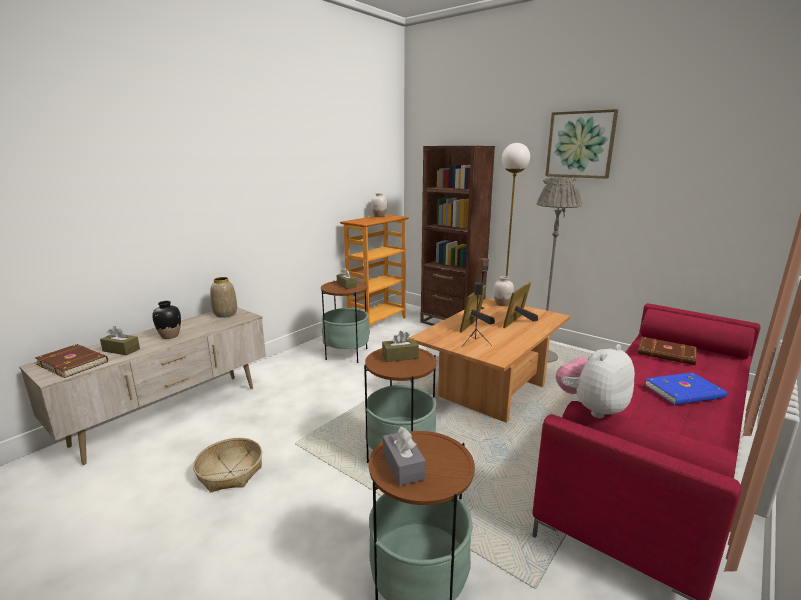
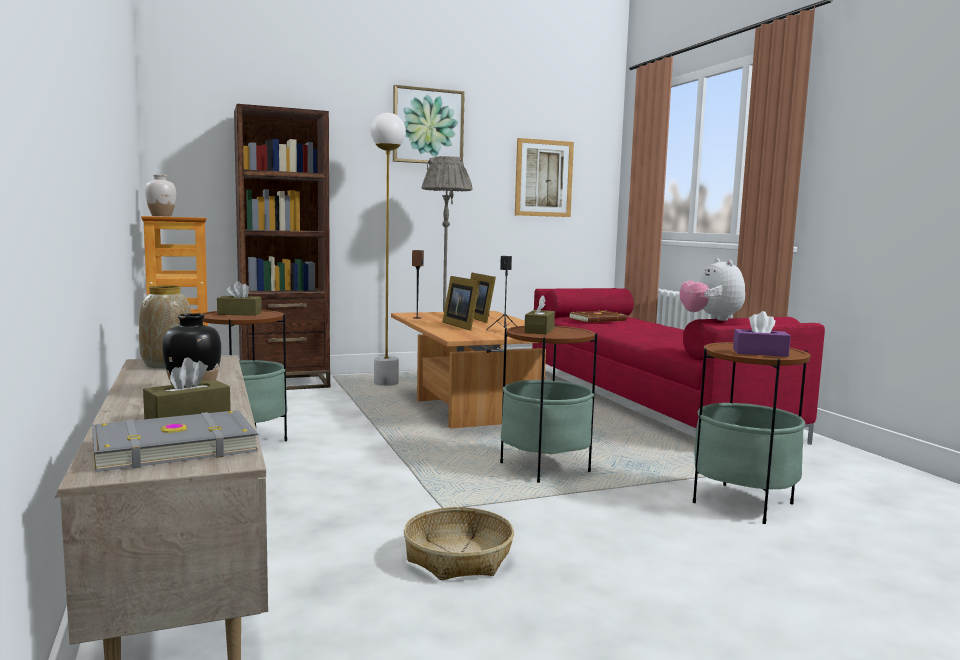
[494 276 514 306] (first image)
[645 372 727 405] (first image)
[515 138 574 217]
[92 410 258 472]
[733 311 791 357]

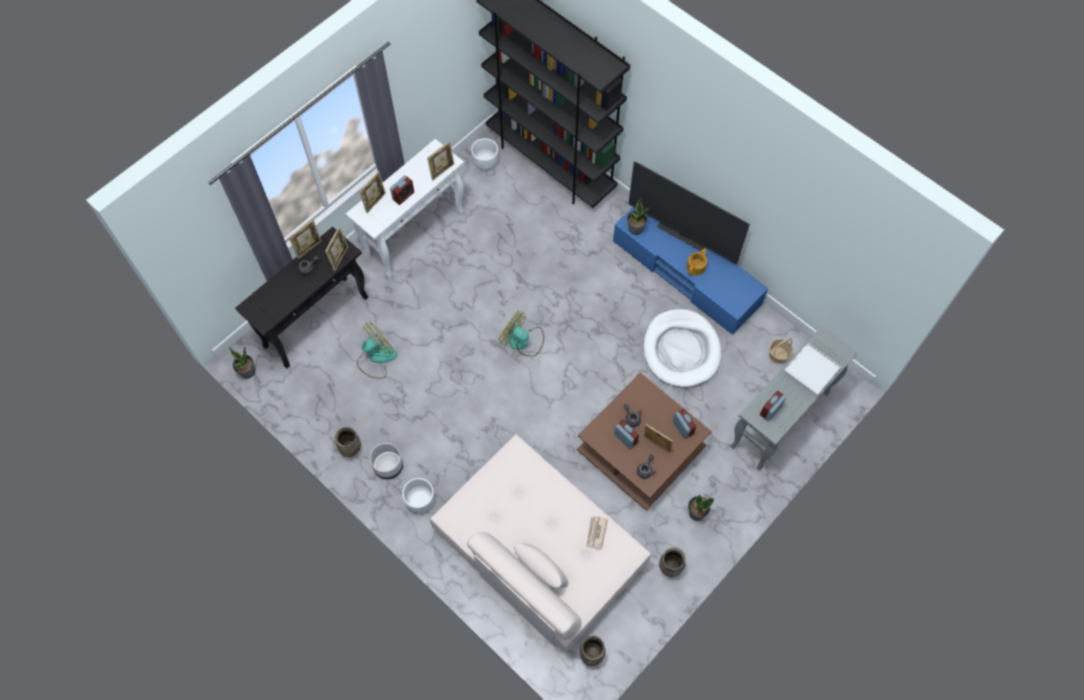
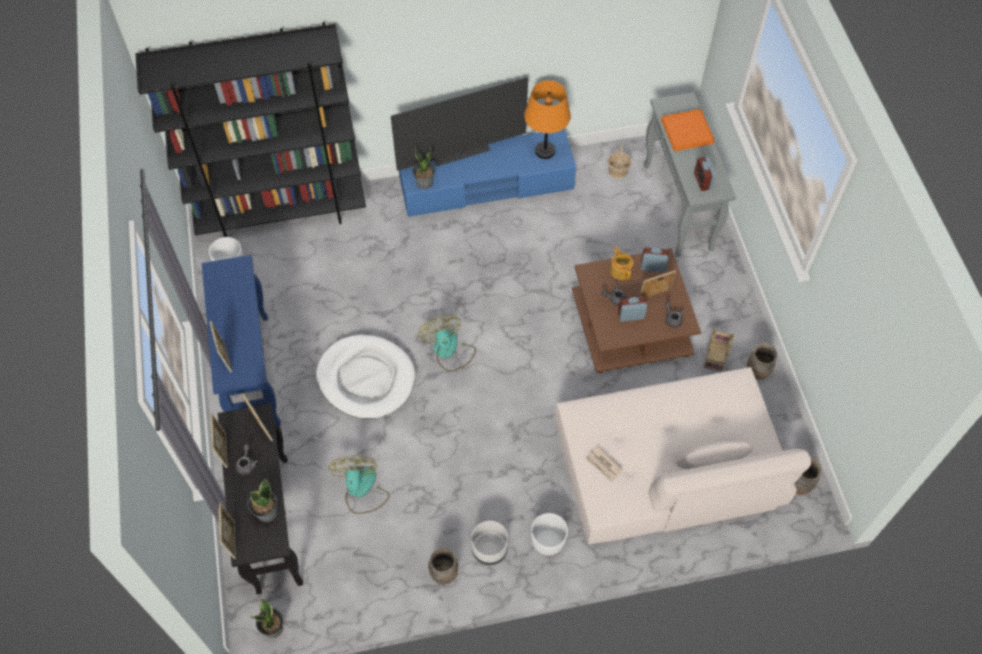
[390 175 414 205] (first image)
[524 80 571 159]
[704 329 734 372]
[219 503 236 559]
[586 445 623 482]
[316 335 415 419]
[610 247 633 280]
[248 478 278 522]
[202 255 281 426]
[661 109 715 151]
[418 315 476 372]

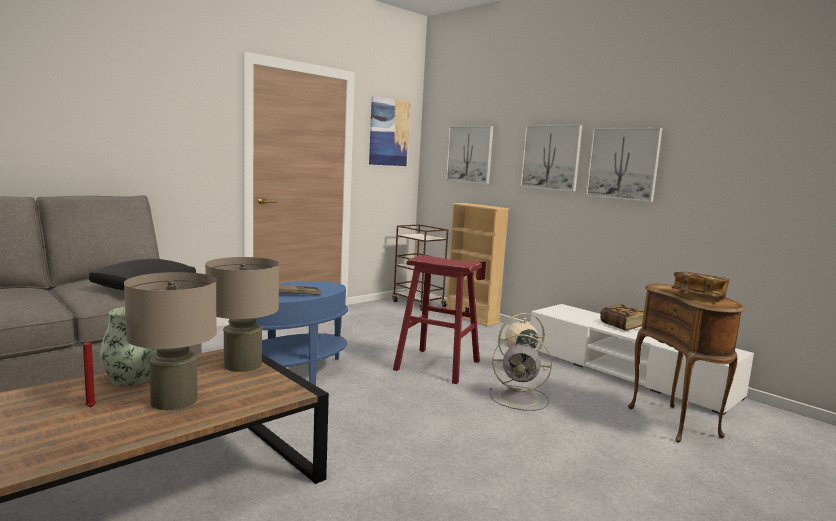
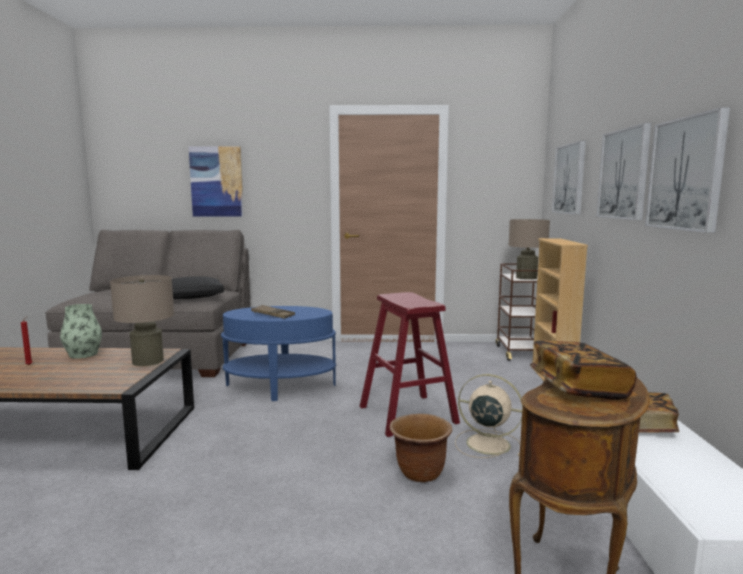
[508 219 550 280]
[189 146 244 217]
[389 414 452 482]

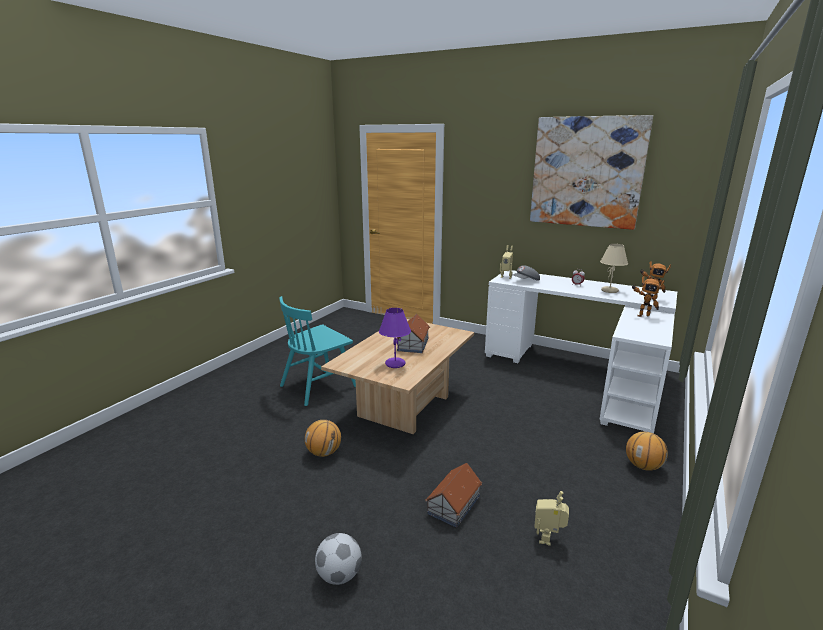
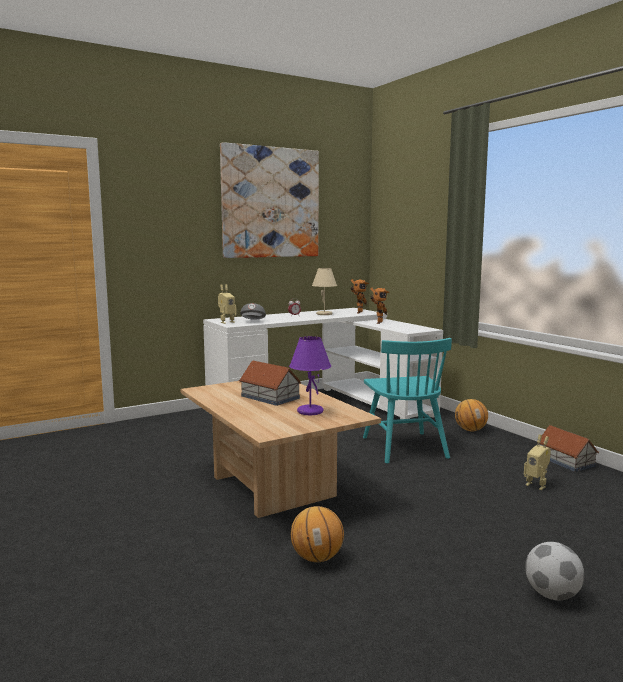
[363 338 452 464]
[537 425 599 472]

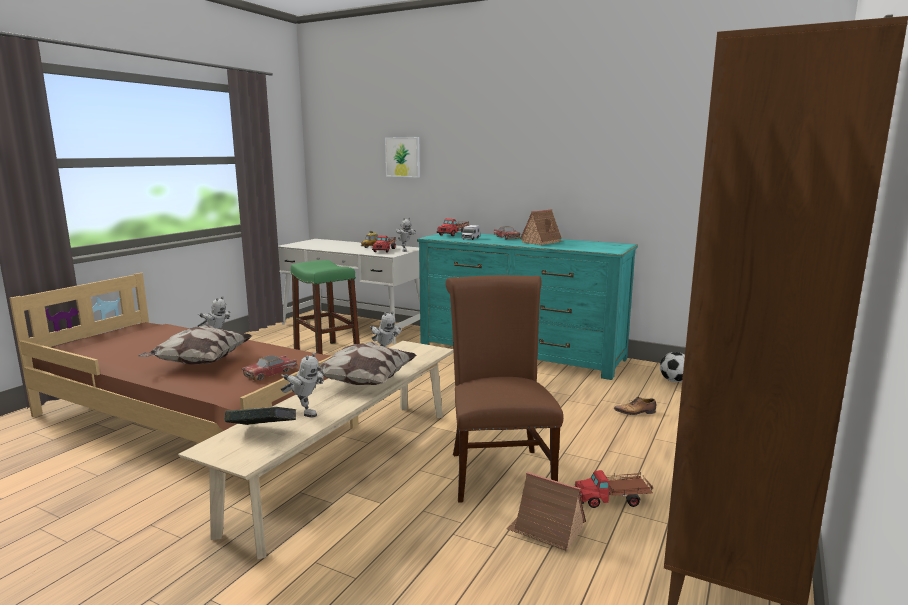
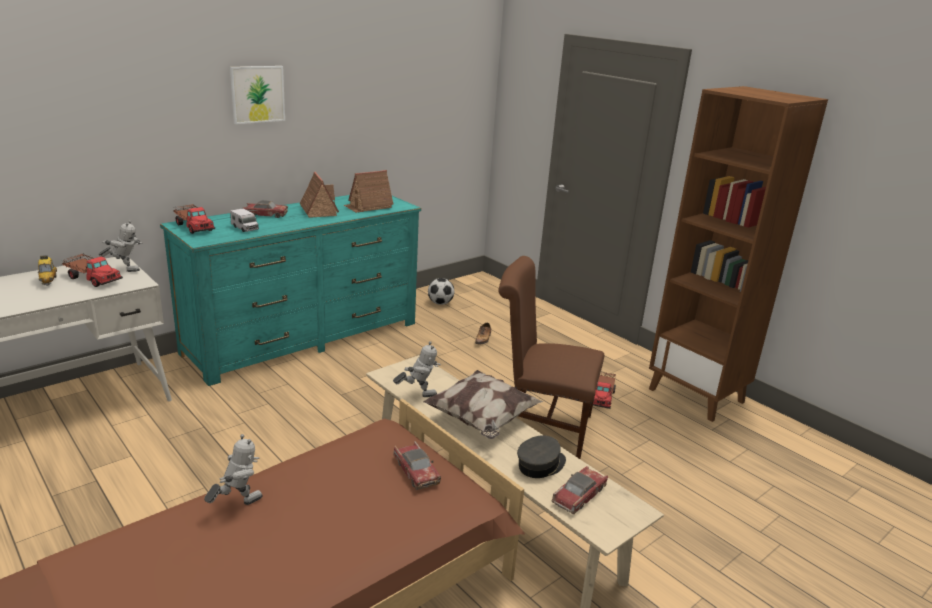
[138 325 252 365] (first image)
[291 260 360 354] (first image)
[230 66 285 124]
[344 170 394 213]
[552 466 608 514]
[517 435 566 478]

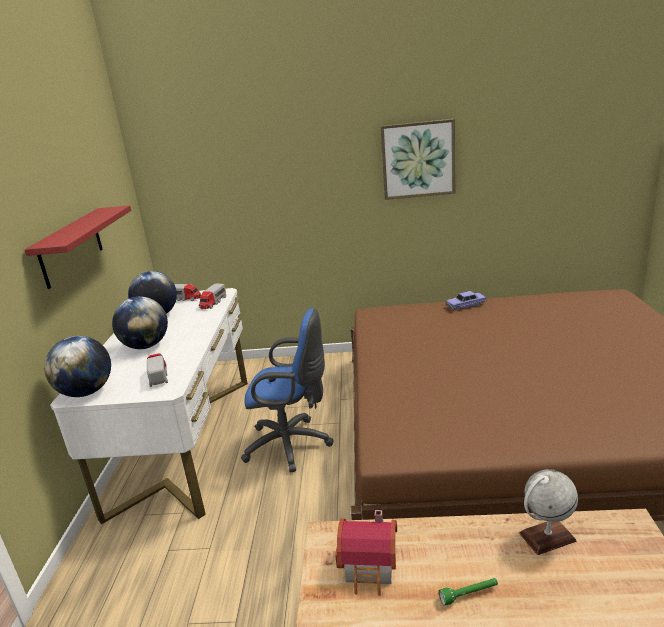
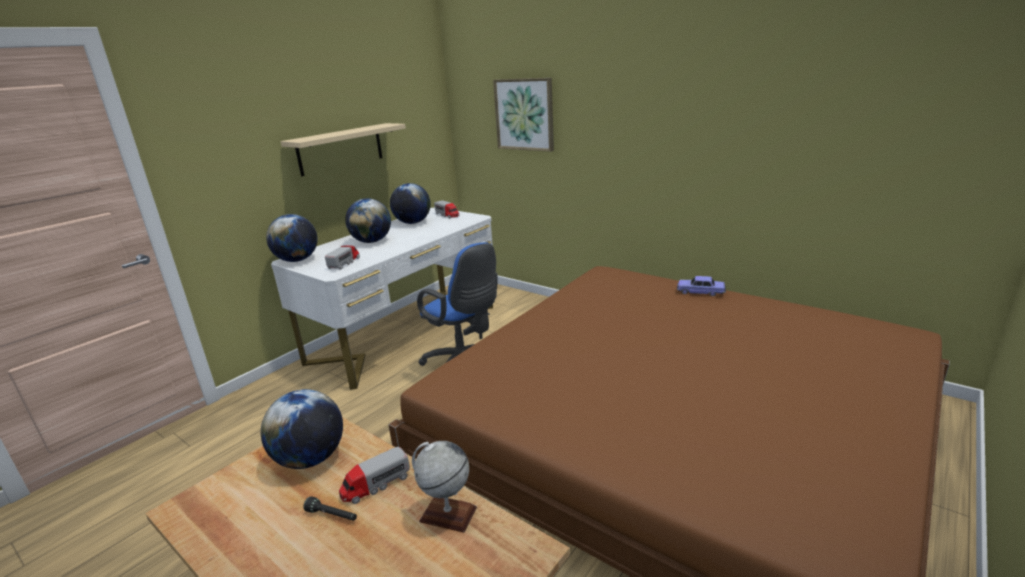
[339 447 410 504]
[493 78 554 152]
[261 389 343 469]
[281 123 406 176]
[303 496 357 521]

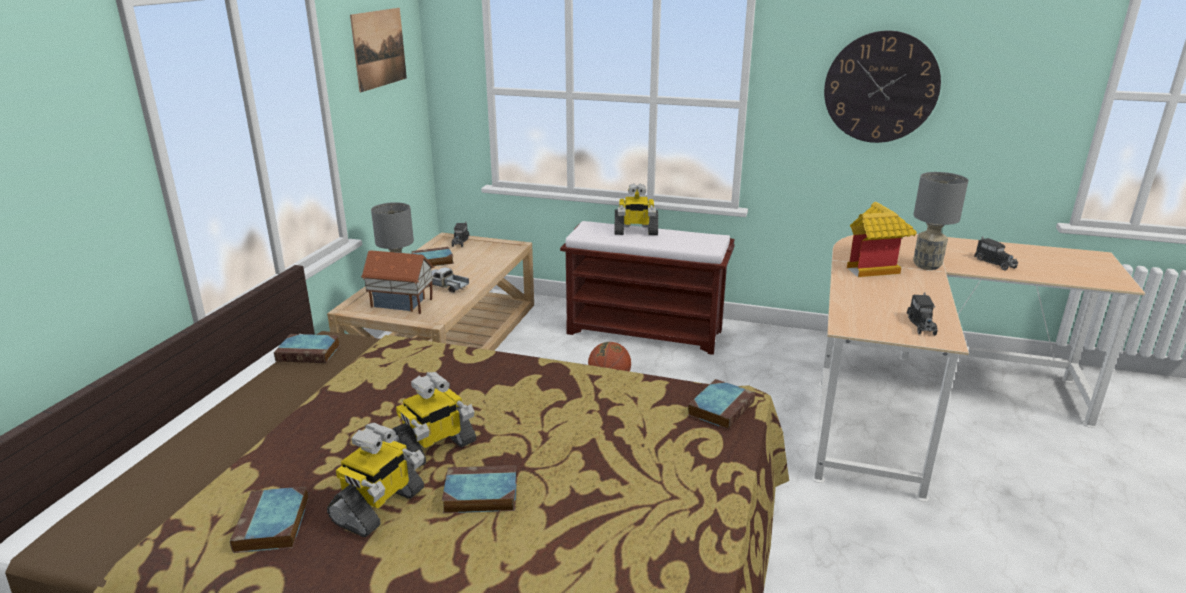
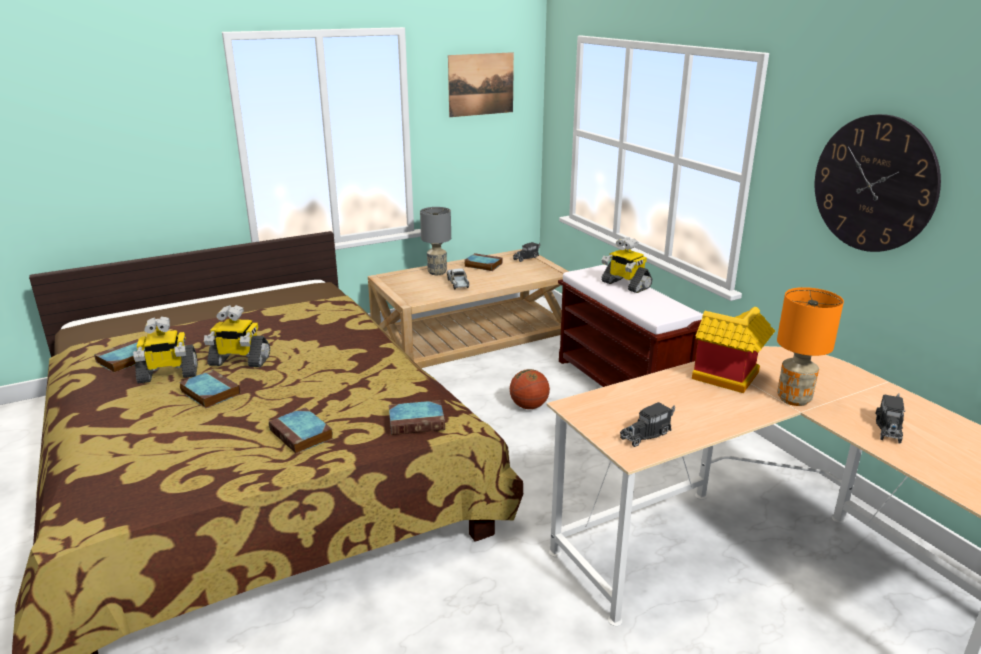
[361 250 434 314] (first image)
[269 407 333 454]
[777 287 844 406]

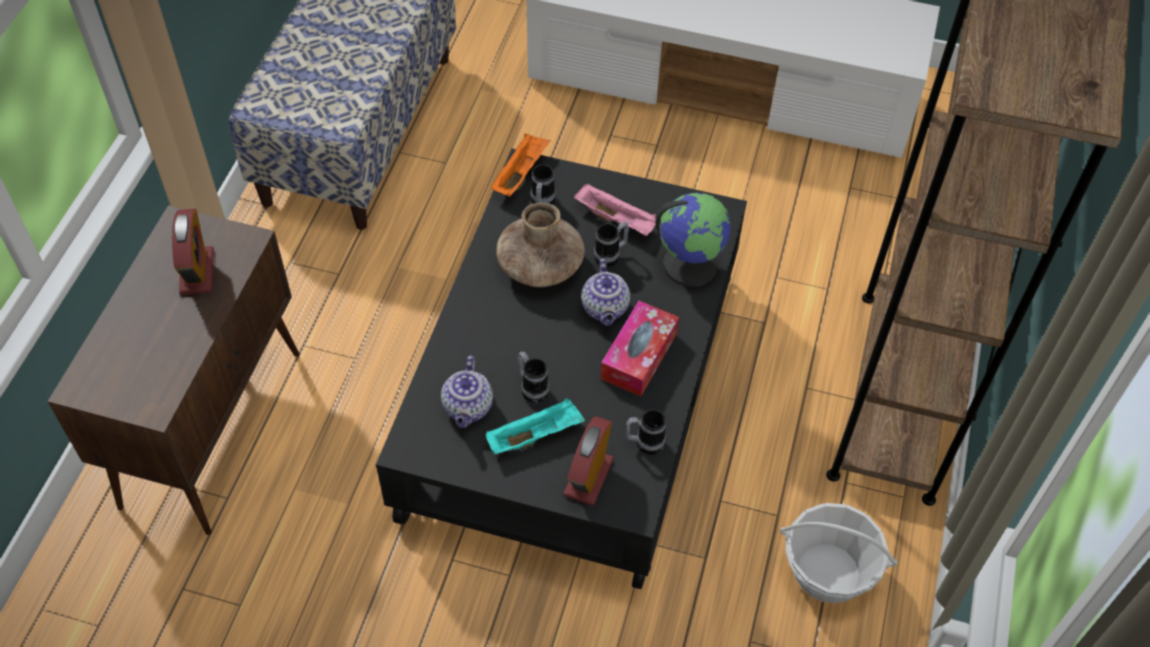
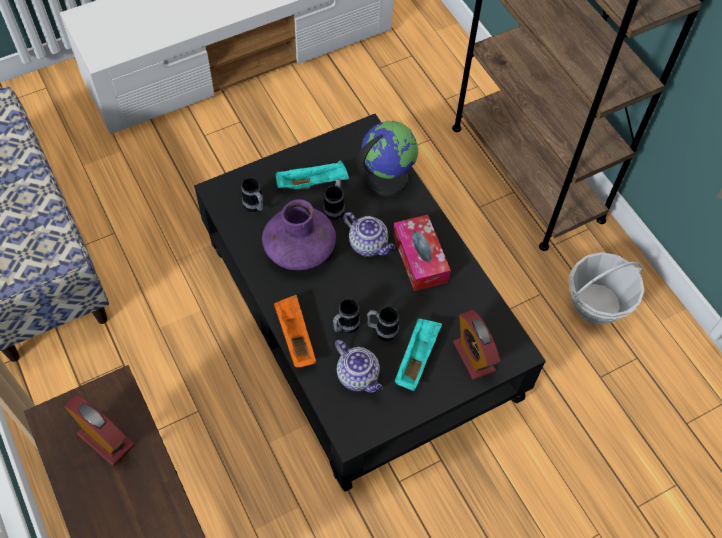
[274 295 316 368]
[333 298 360 333]
[262 199 336 270]
[275 160 349 189]

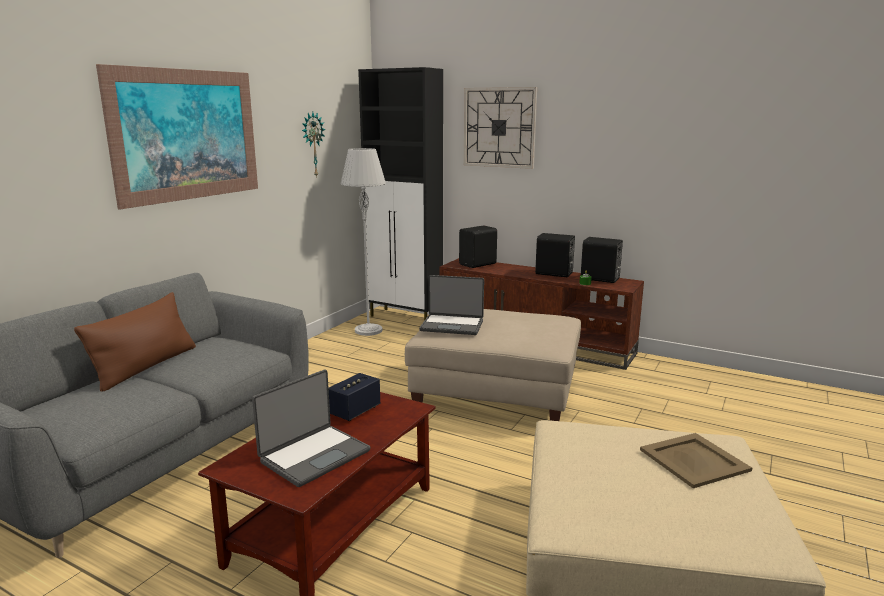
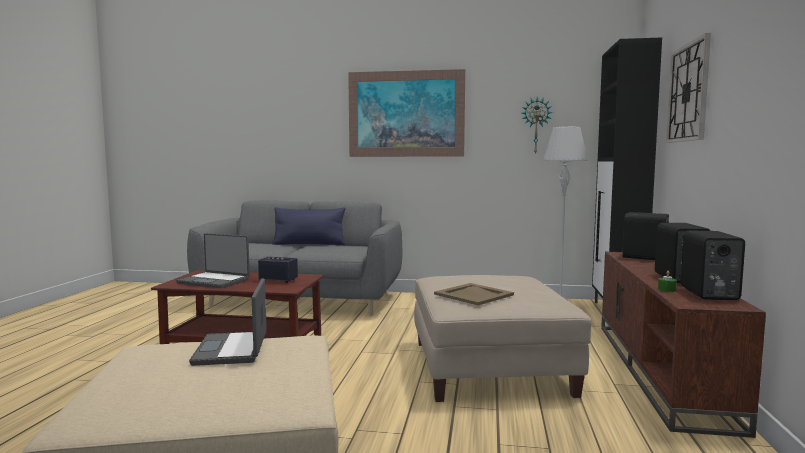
[189 279 267 366]
[434 283 514 305]
[272 207 346 245]

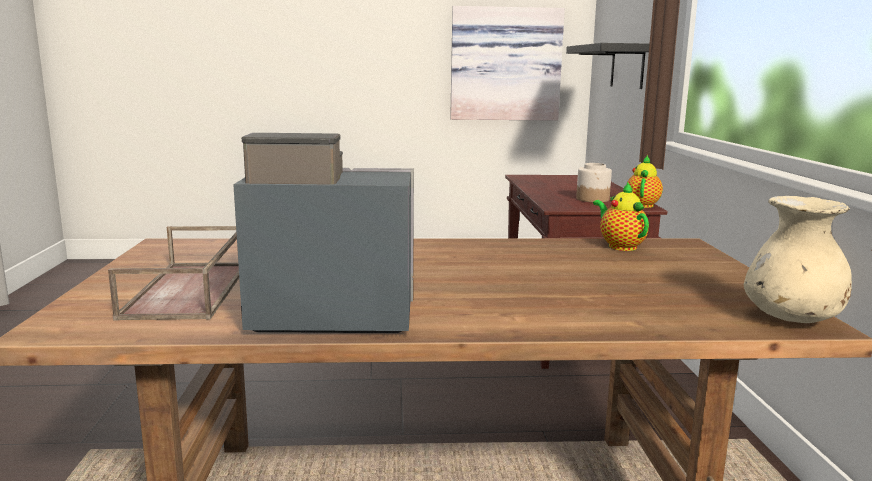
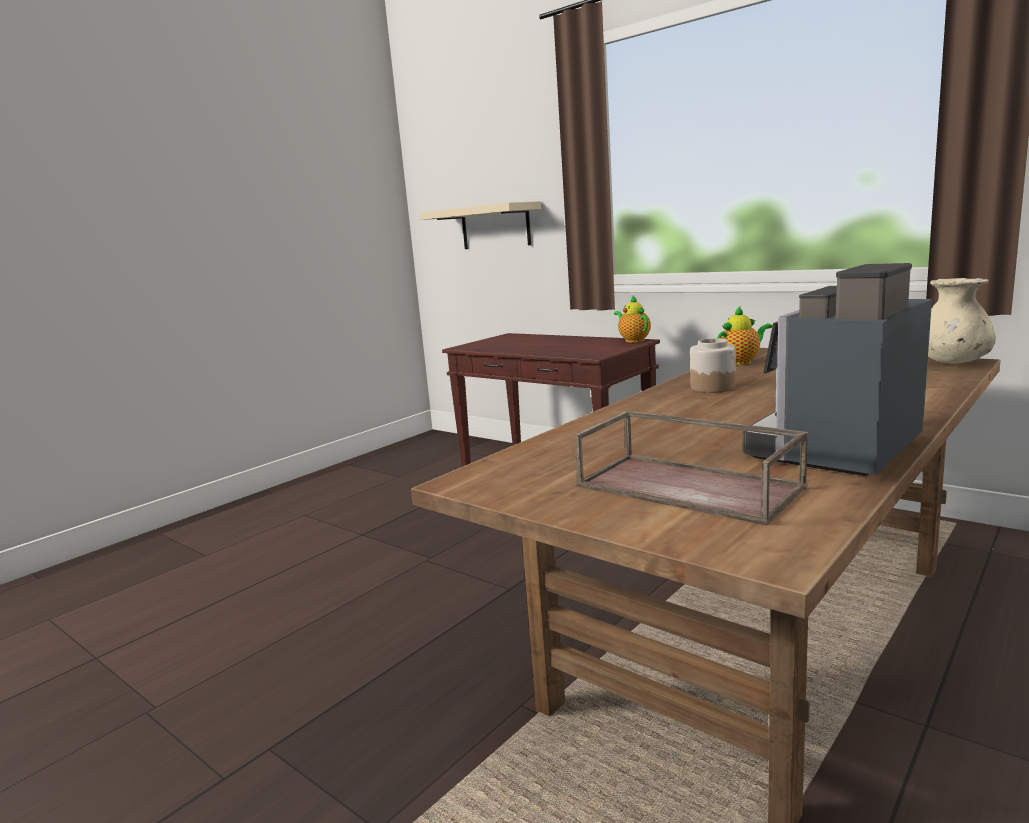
[450 6 565 121] (first image)
[690 338 736 393]
[420 201 541 249]
[717 307 772 365]

